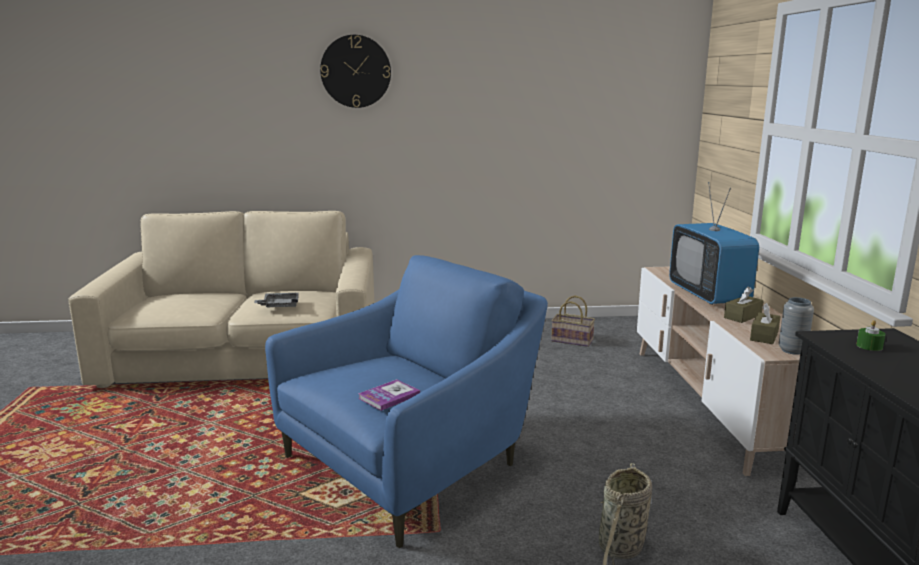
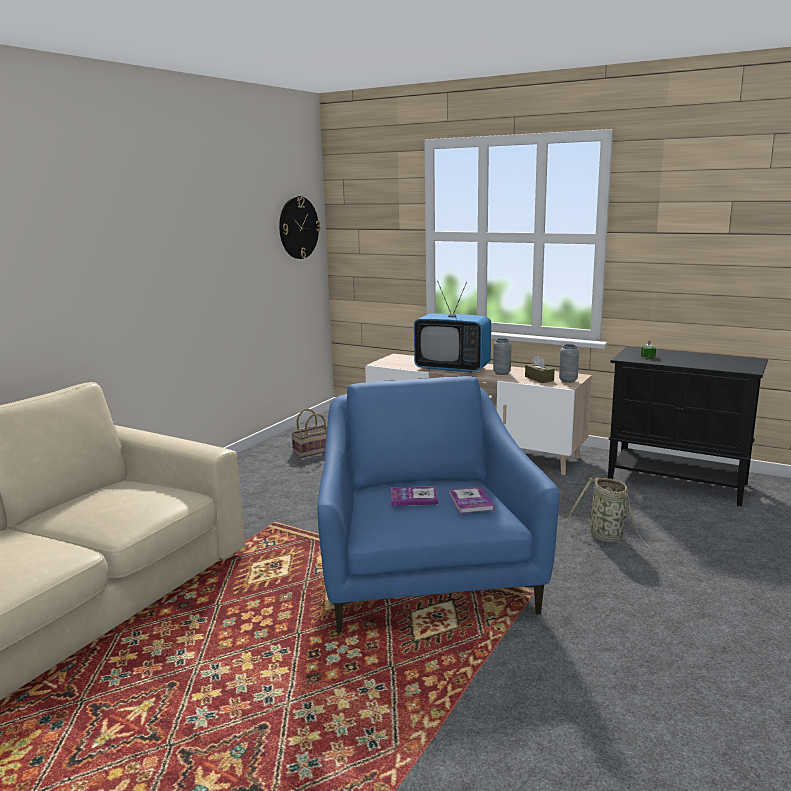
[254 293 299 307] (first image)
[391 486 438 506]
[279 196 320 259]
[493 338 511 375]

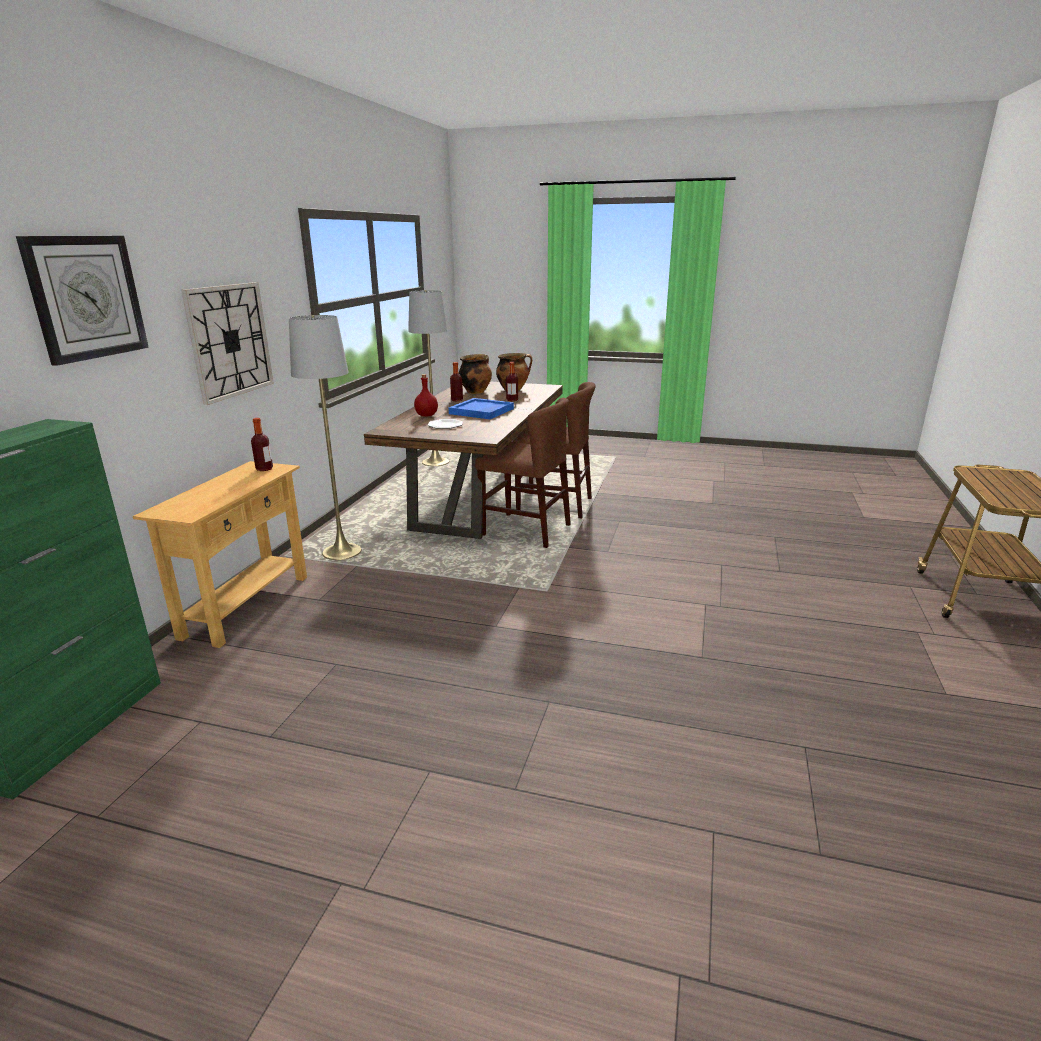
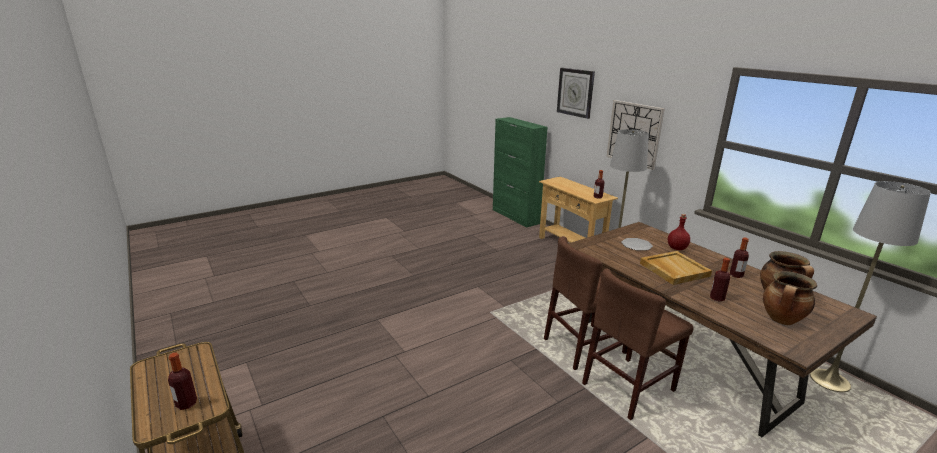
[168 353 197 410]
[640 251 712 285]

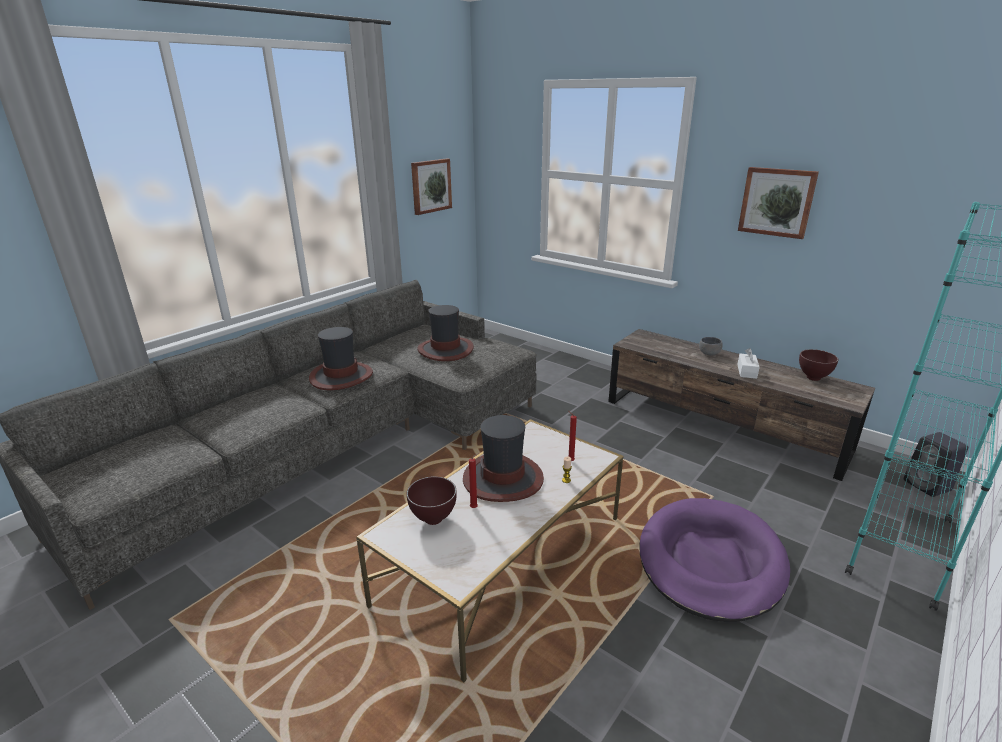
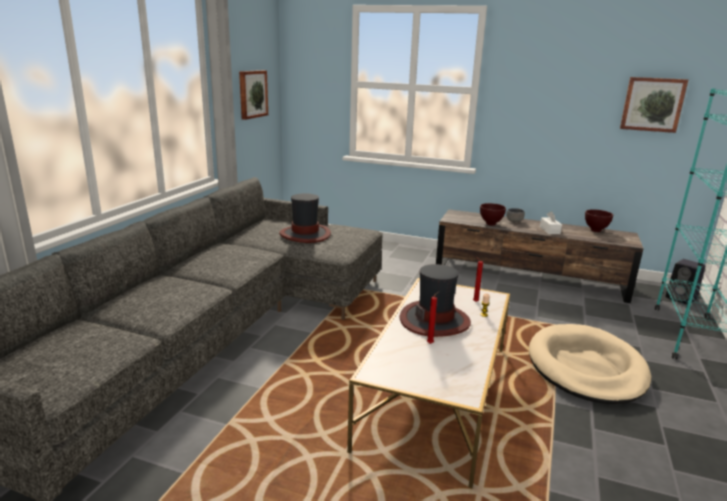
[309 327 373 390] (first image)
[480 203 506 225]
[620 77 688 133]
[529 324 651 404]

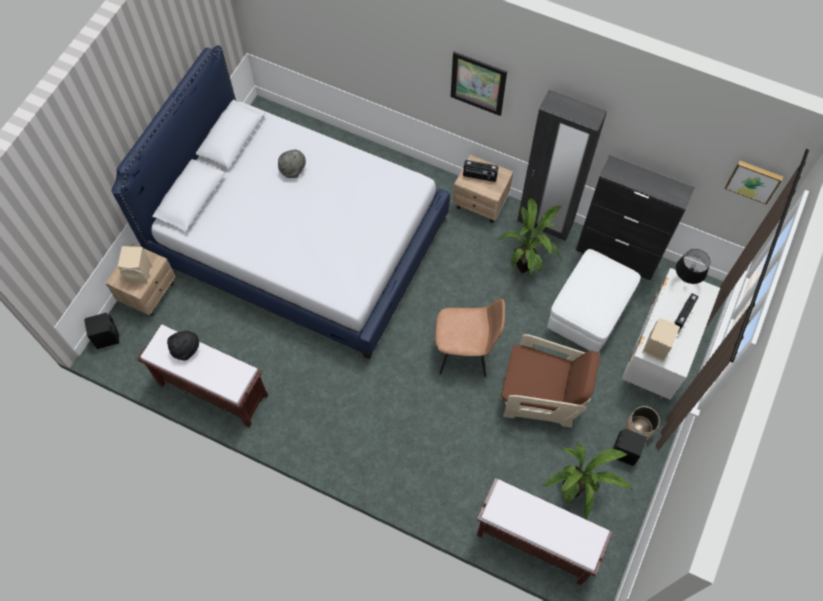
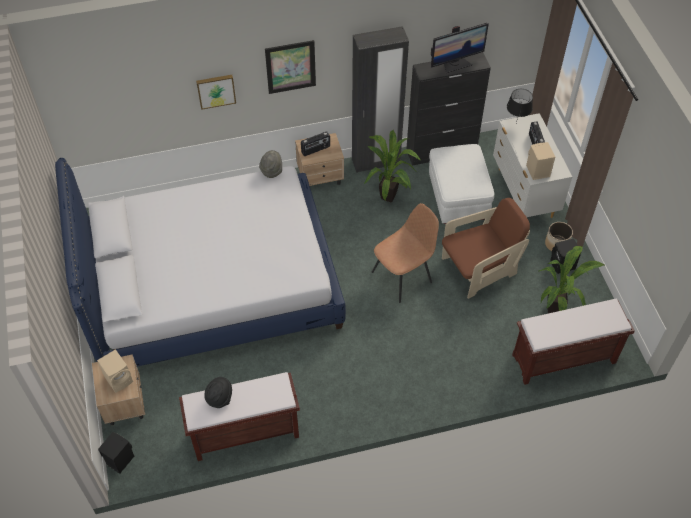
[431 23 489 73]
[259 150 282 178]
[196 75 236 110]

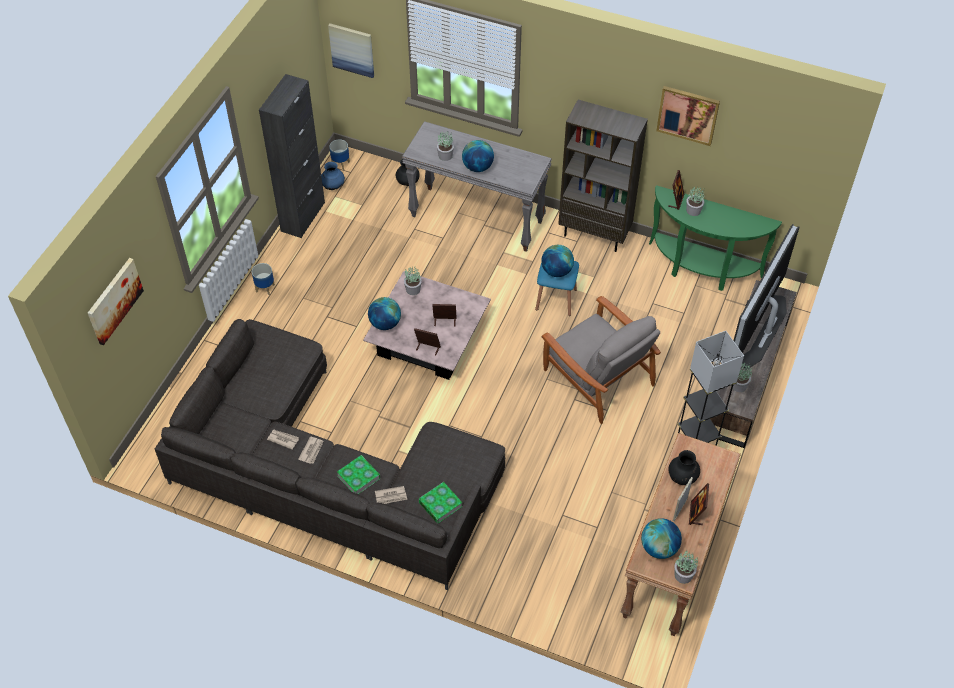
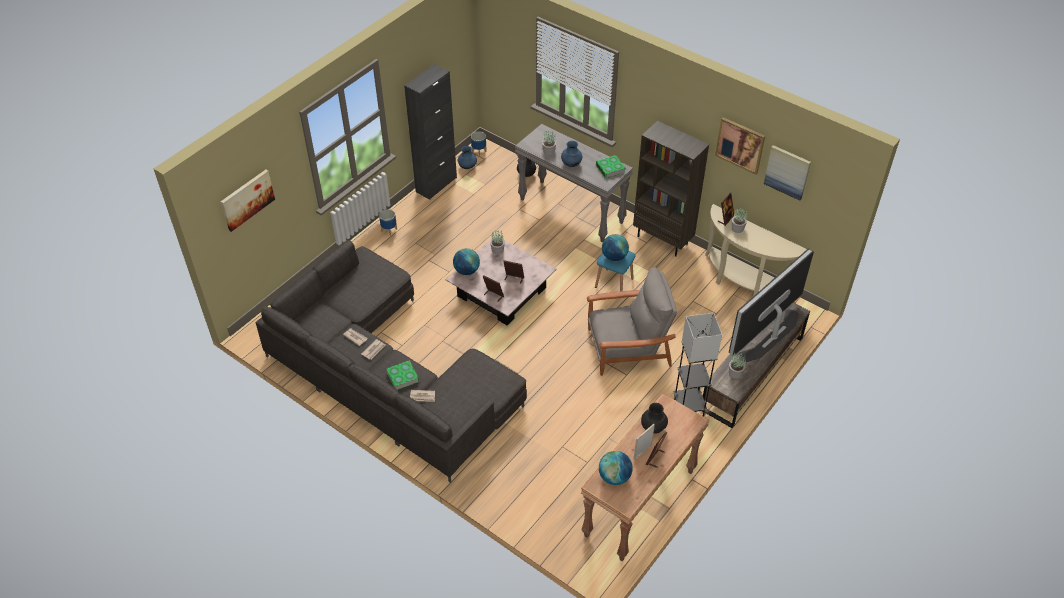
[674 551 698 584] (first image)
[764 145 811 201]
[596 155 625 178]
[561 141 582 167]
[705 204 807 296]
[587 267 677 376]

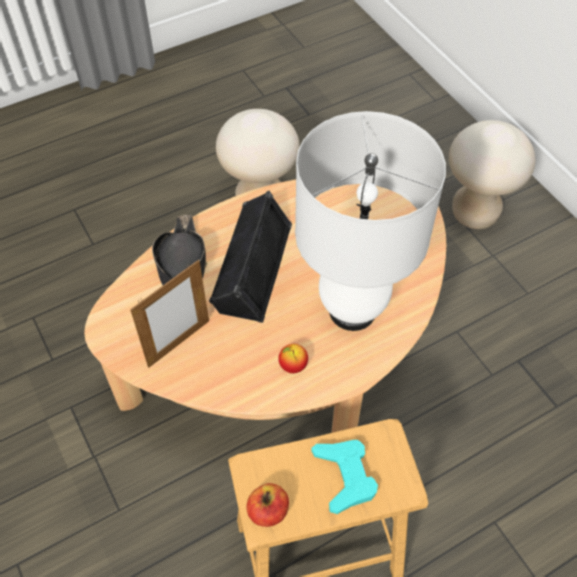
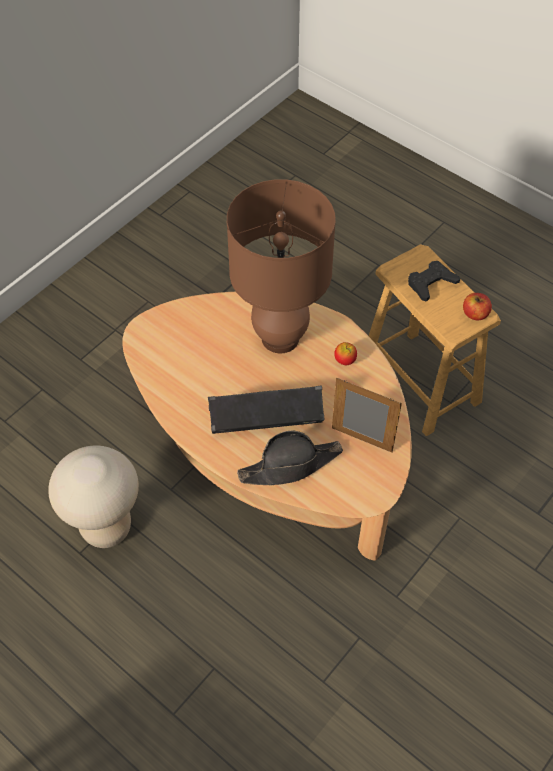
[449 120 535 229] (first image)
[227 179 336 353]
[408 261 460 302]

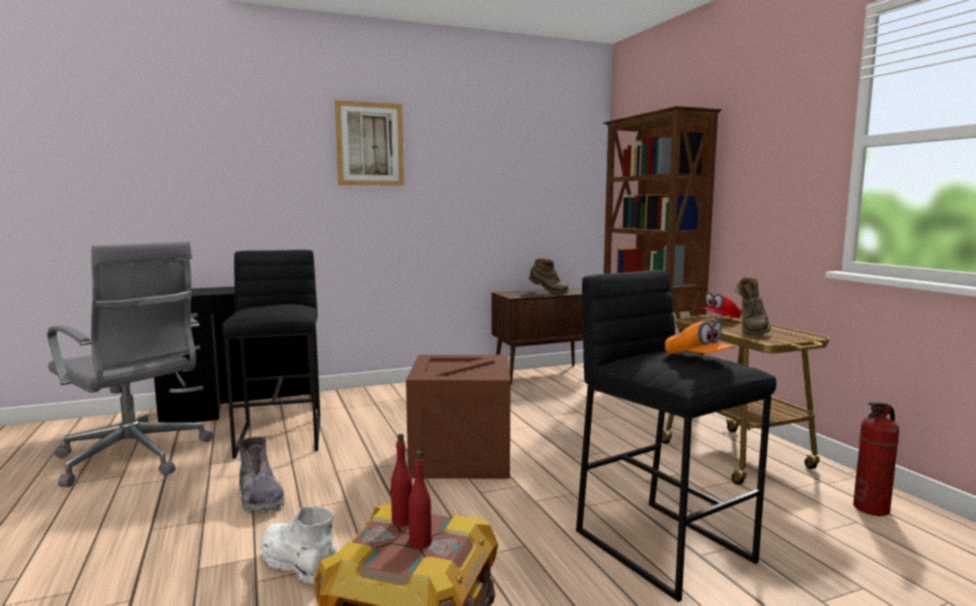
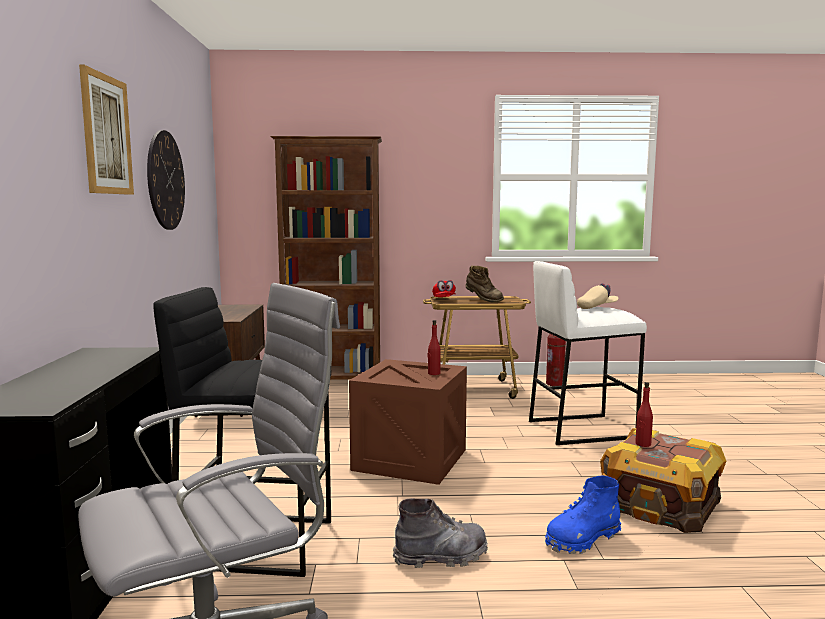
[529 258 569 294] (first image)
[147 130 185 230]
[427 320 441 375]
[545 475 621 554]
[529 261 647 445]
[577 283 618 309]

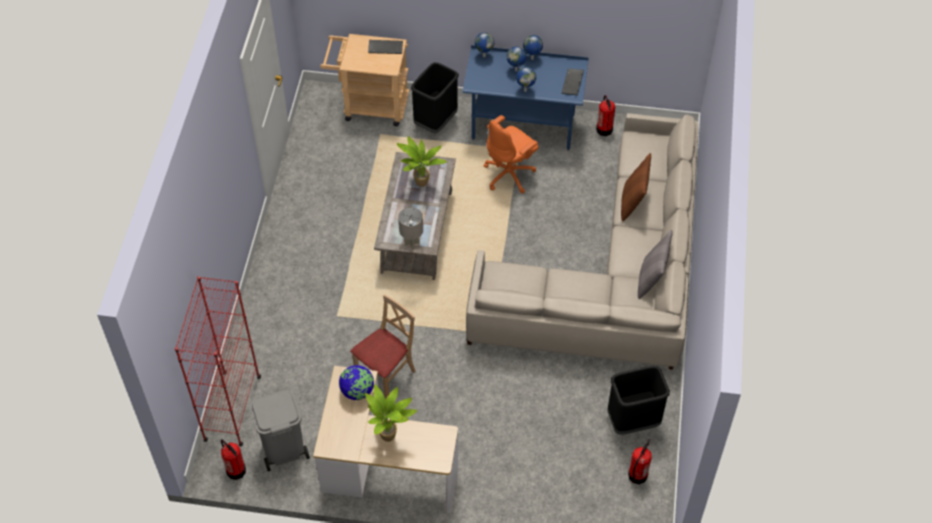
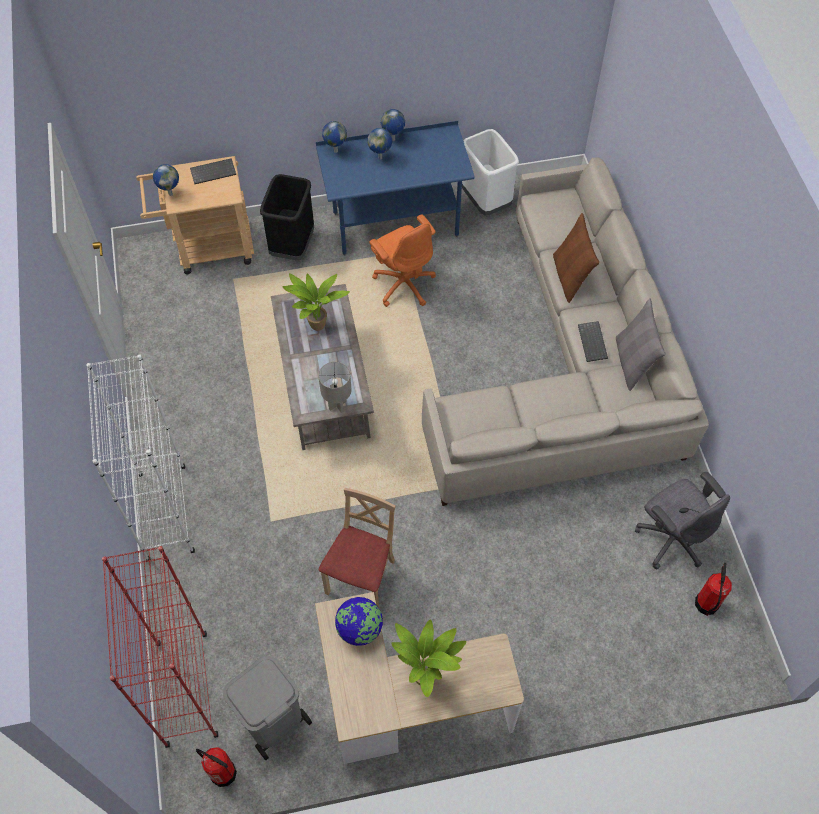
[86 354 195 561]
[153 164 179 196]
[578 321 608 362]
[462 129 519 215]
[635 472 730 569]
[369 215 436 307]

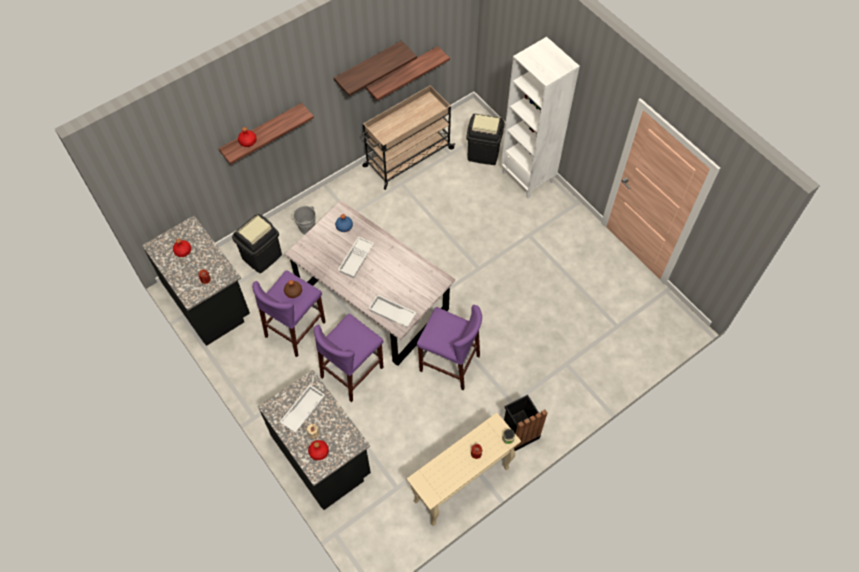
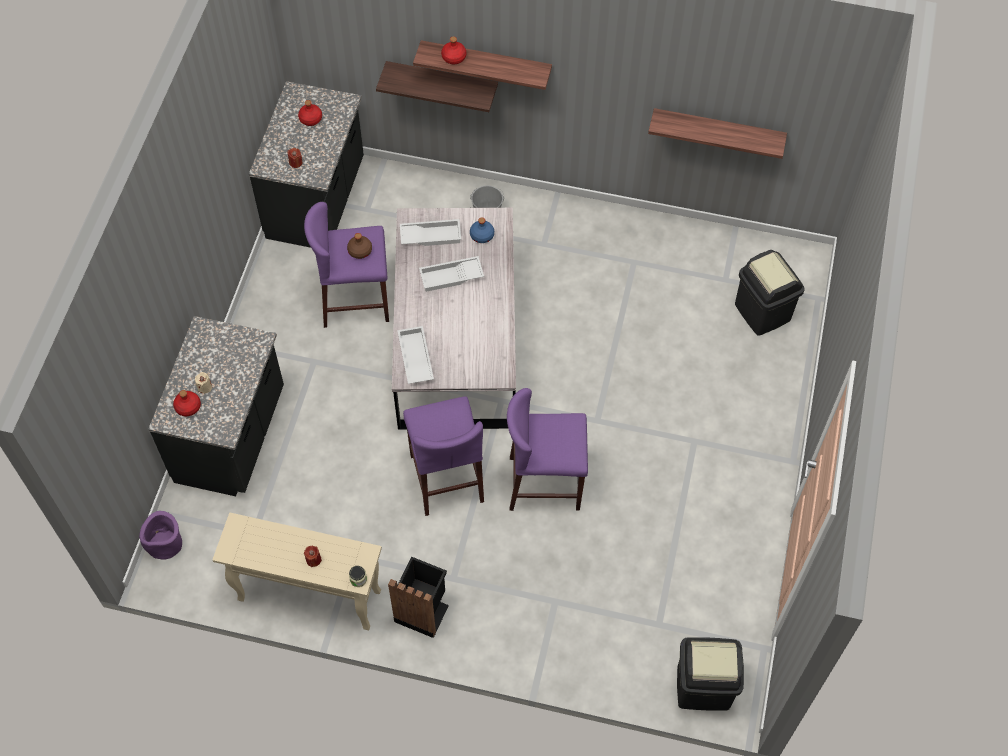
[362 86 455 190] (first image)
[501 37 580 198] (first image)
[139 511 182 560]
[677 637 744 711]
[400 219 461 246]
[507 388 588 511]
[376 61 498 112]

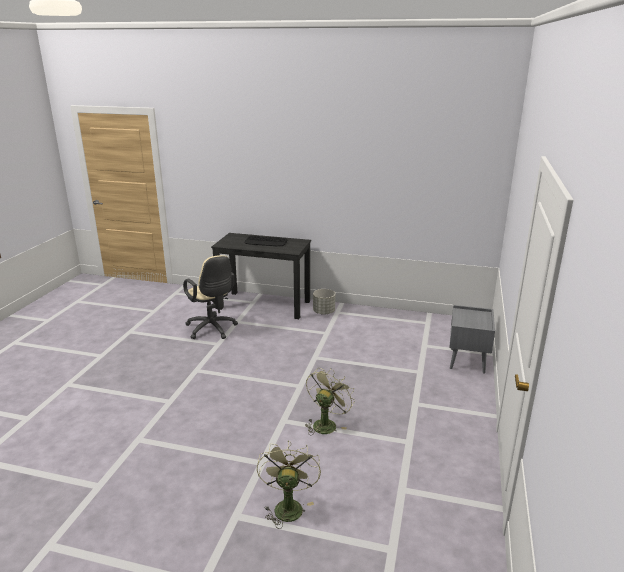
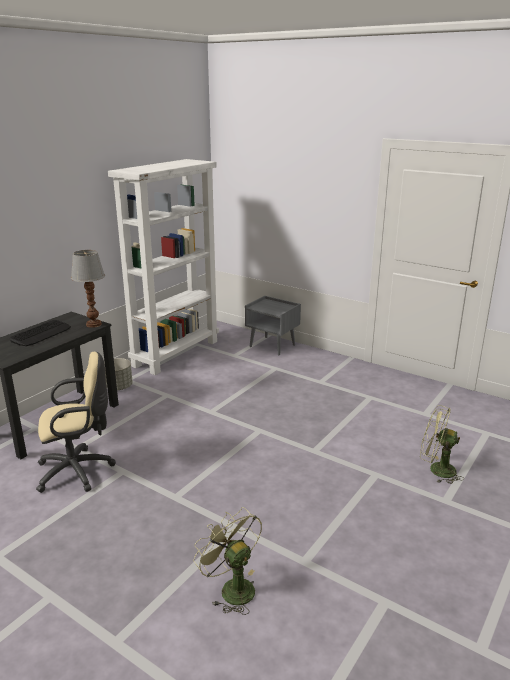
[71 250 105 328]
[108 159 219 375]
[193 507 262 615]

